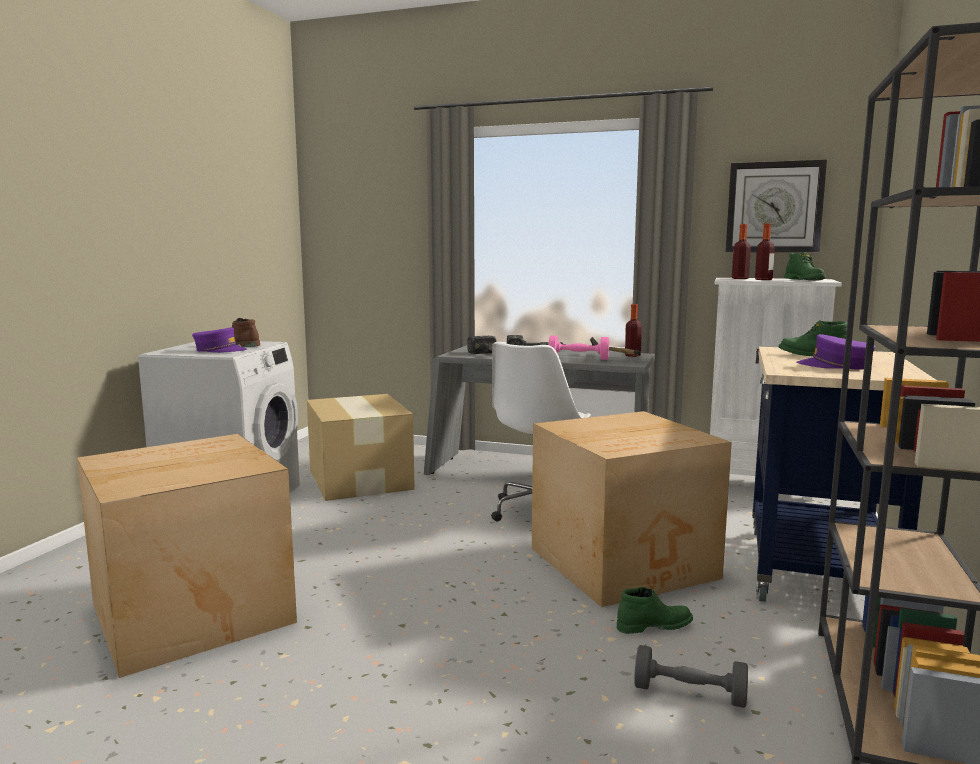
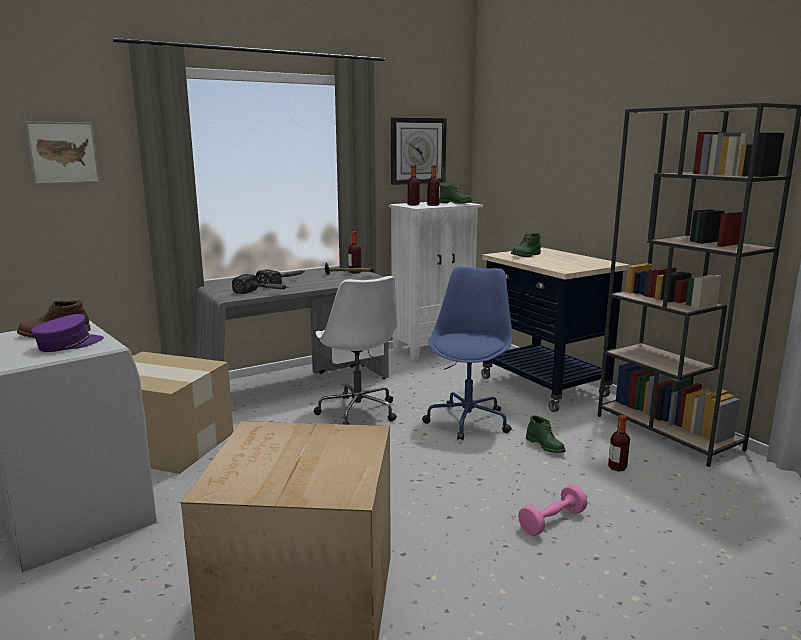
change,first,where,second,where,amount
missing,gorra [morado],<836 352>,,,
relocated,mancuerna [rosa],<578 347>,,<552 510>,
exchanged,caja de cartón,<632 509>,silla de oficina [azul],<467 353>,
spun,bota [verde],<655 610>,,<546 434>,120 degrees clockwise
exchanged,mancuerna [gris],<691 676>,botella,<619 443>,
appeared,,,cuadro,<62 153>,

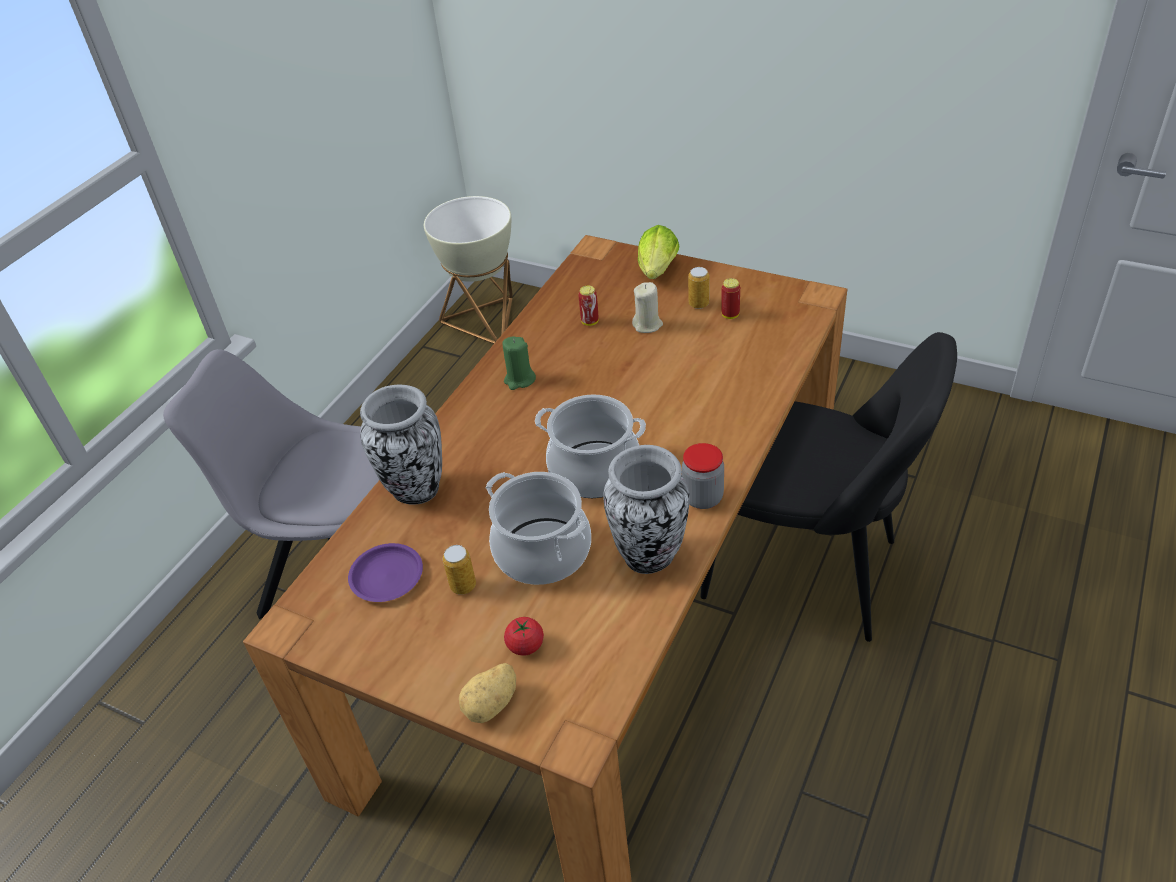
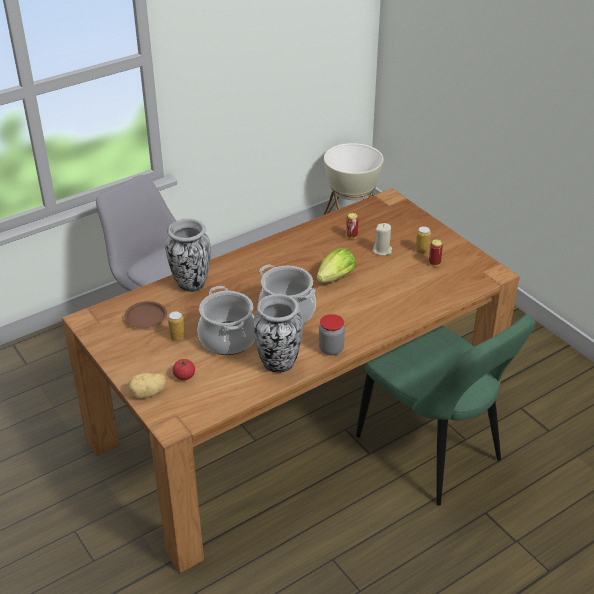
change,first,where,second,where,amount
relocated,lechuga,<658 252>,,<336 265>,
colour,silla [negro],<828 487>,silla [verde],<445 410>,
missing,vela [verde],<519 363>,,,
colour,plato [morado],<385 572>,plato [marrón],<145 314>,

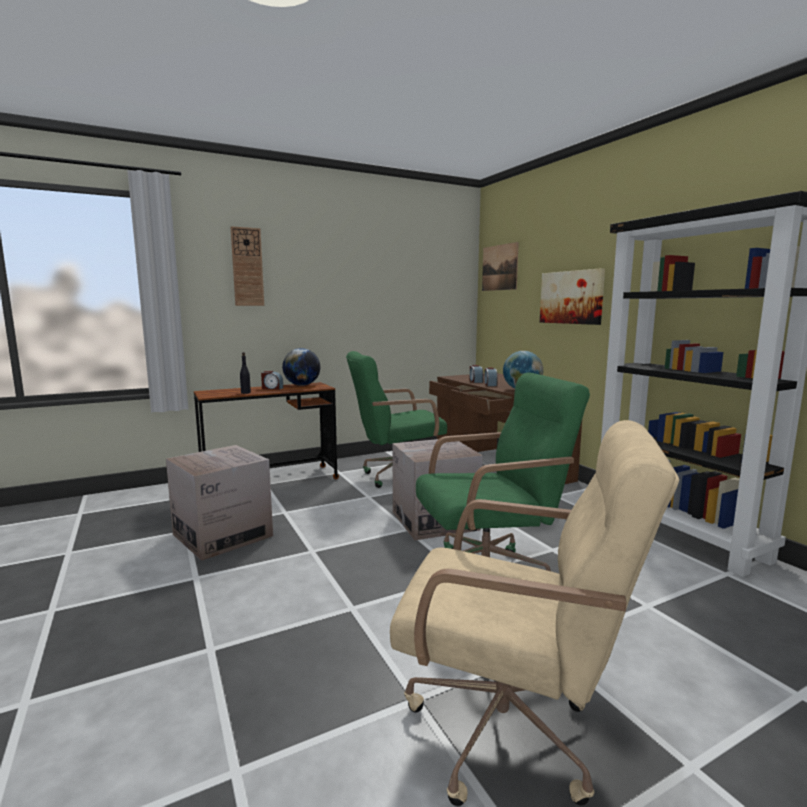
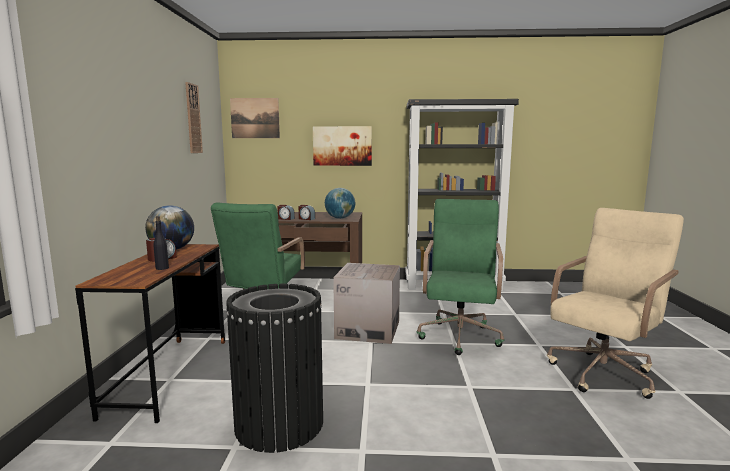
change,first,where,second,where,amount
relocated,reloj de pared,<247 266>,,<194 117>,
exchanged,caja de cartón,<219 503>,papelera [negro],<274 368>,

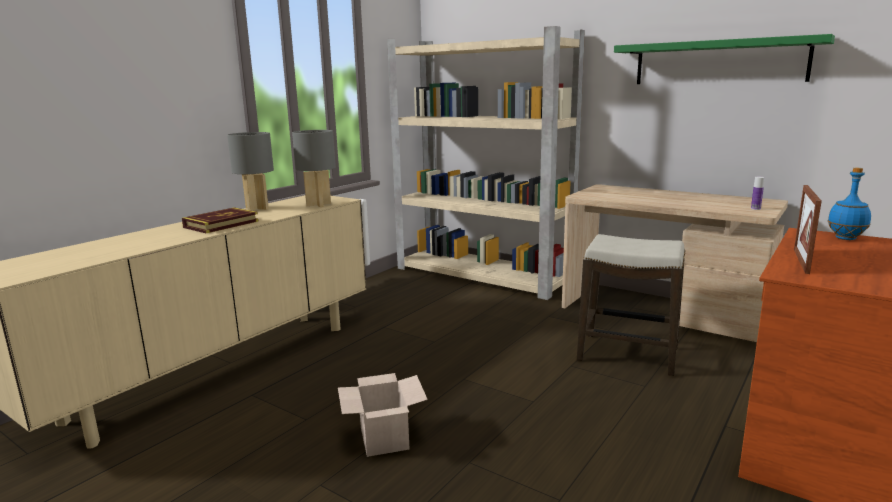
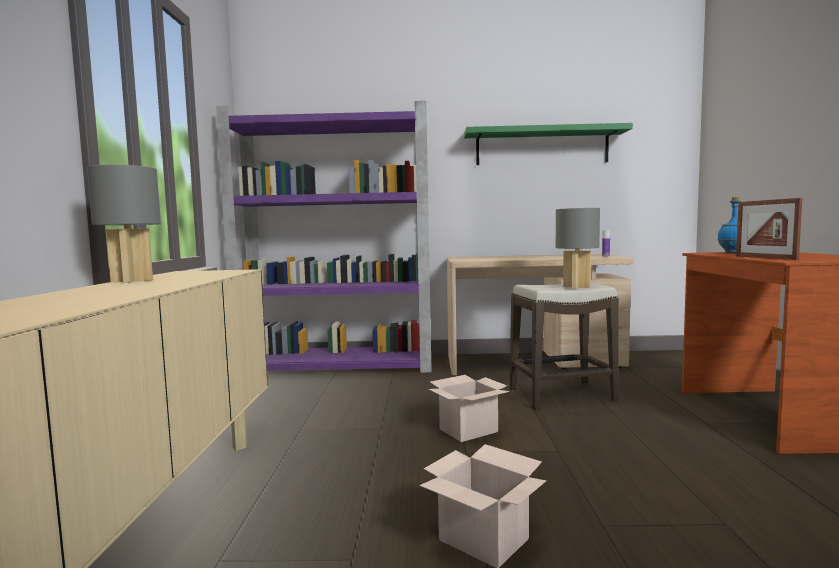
change,first,where,second,where,amount
colour,estantería [beis],<486 163>,estantería [morado],<324 237>,
relocated,lámpara de mesa [gris],<314 168>,,<578 248>,
missing,libro,<220 220>,,,
appeared,,,caja de cartón,<469 408>,

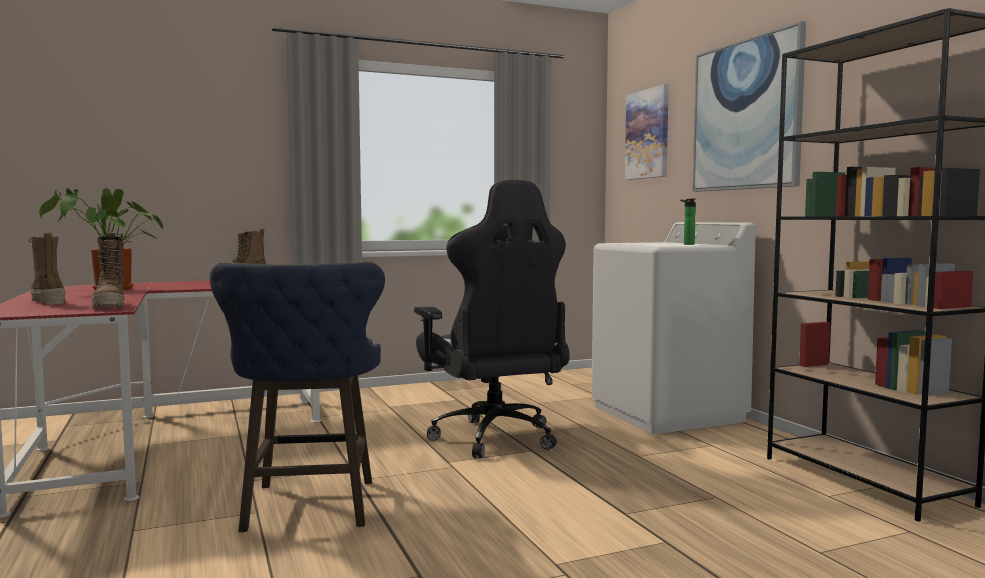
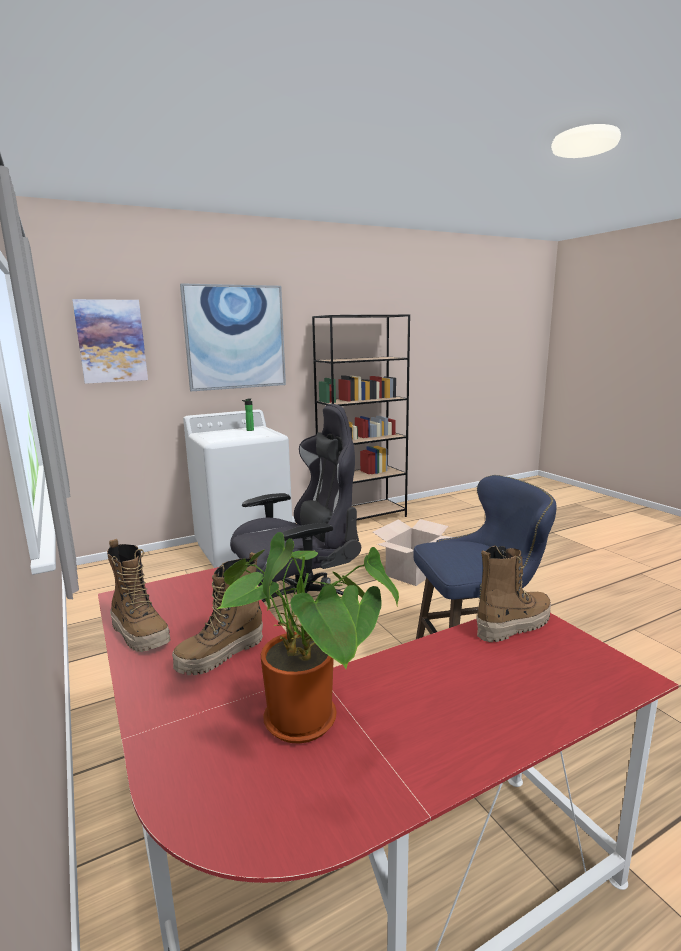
change,first,where,second,where,amount
relocated,bota,<47 269>,,<217 613>,
appeared,,,caja de cartón,<413 552>,

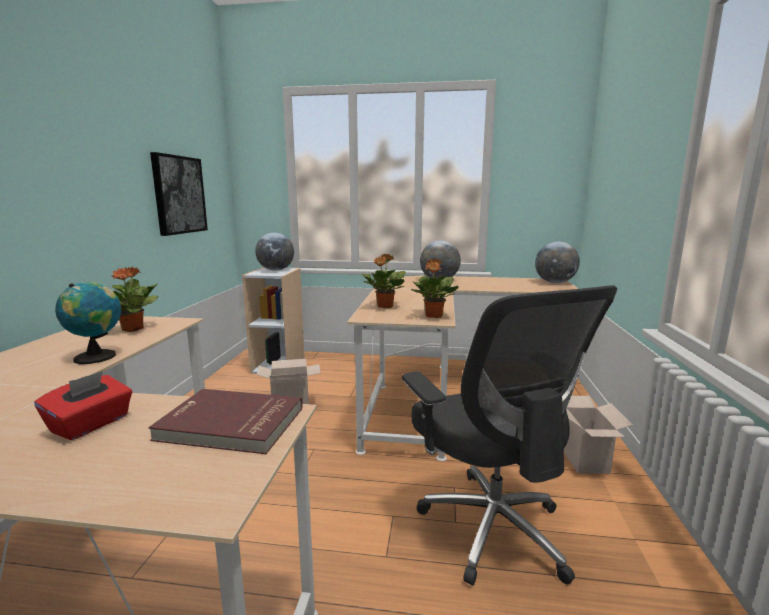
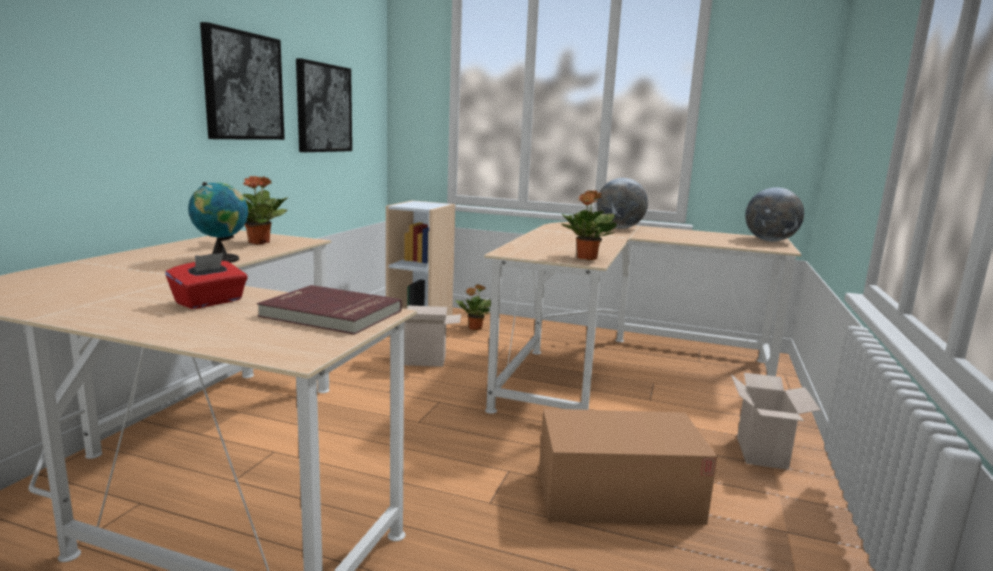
change,first,where,second,where,amount
missing,globo terráqueo,<274 252>,,,
relocated,planta en maceta,<384 280>,,<473 307>,
exchanged,silla de oficina,<509 435>,caja de cartón,<628 467>,
appeared,,,cuadro,<242 81>,

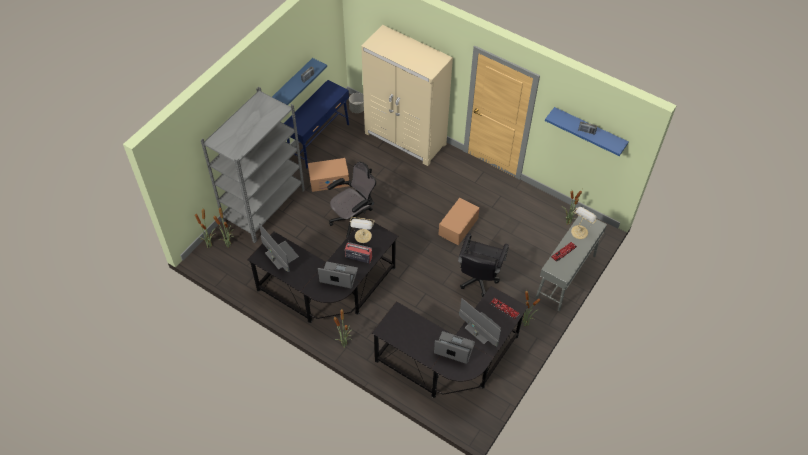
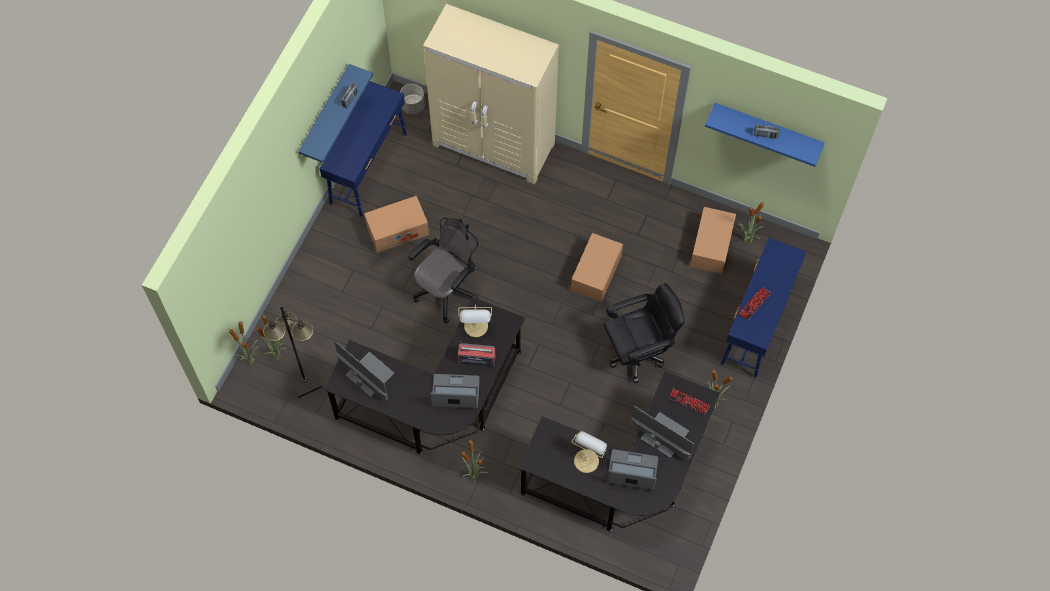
change,first,where,second,where,amount
missing,estantería [gris],<253 165>,,,
relocated,lámpara de mesa,<584 223>,,<589 452>,
colour,mesa consola [gris],<571 263>,mesa consola [azul],<763 308>,
spun,silla de oficina [negro],<483 265>,,<644 333>,120 degrees counterclockwise
appeared,,,caja de cartón,<713 240>,
appeared,,,lámpara de pie [negro],<293 351>,

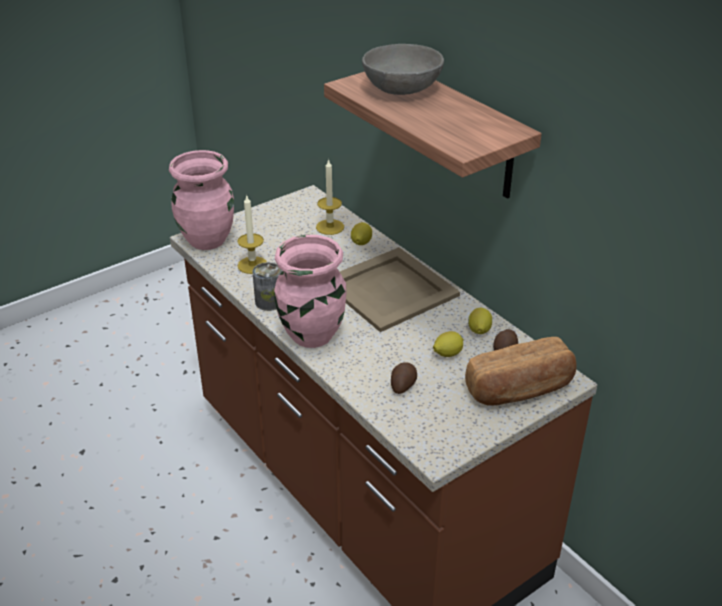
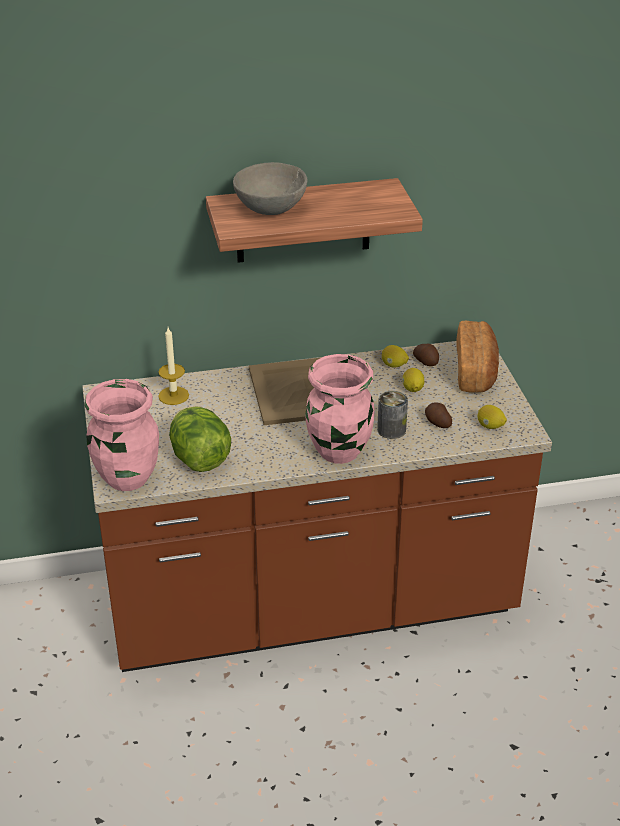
change,first,where,second,where,amount
exchanged,vela,<252 234>,lechuga,<200 439>,
relocated,limón,<361 233>,,<492 417>,
relocated,lata,<267 286>,,<392 415>,

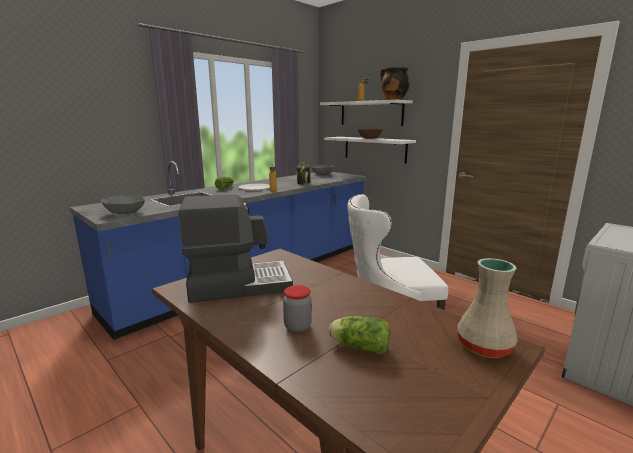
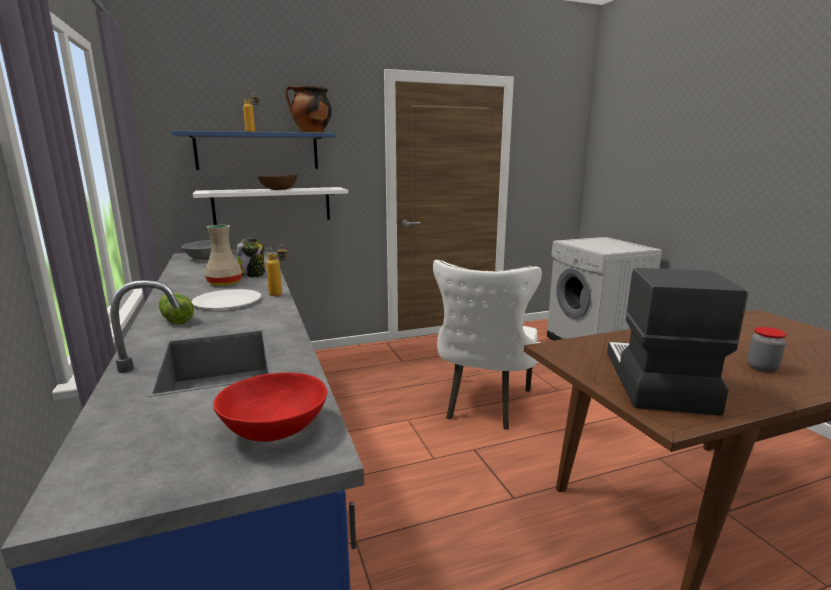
change,first,where,second,where,amount
colour,estante [blanco],<366 113>,estante [azul],<254 150>,
colour,cuenco [gris],<123 205>,cuenco [rojo],<270 407>,
relocated,florero [beis],<487 308>,,<224 255>,
missing,lechuga,<359 335>,,,

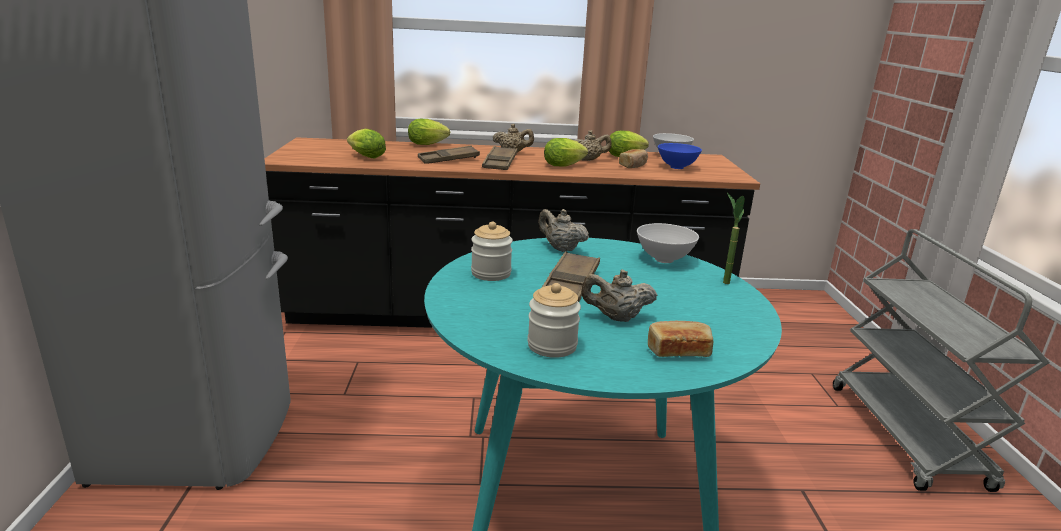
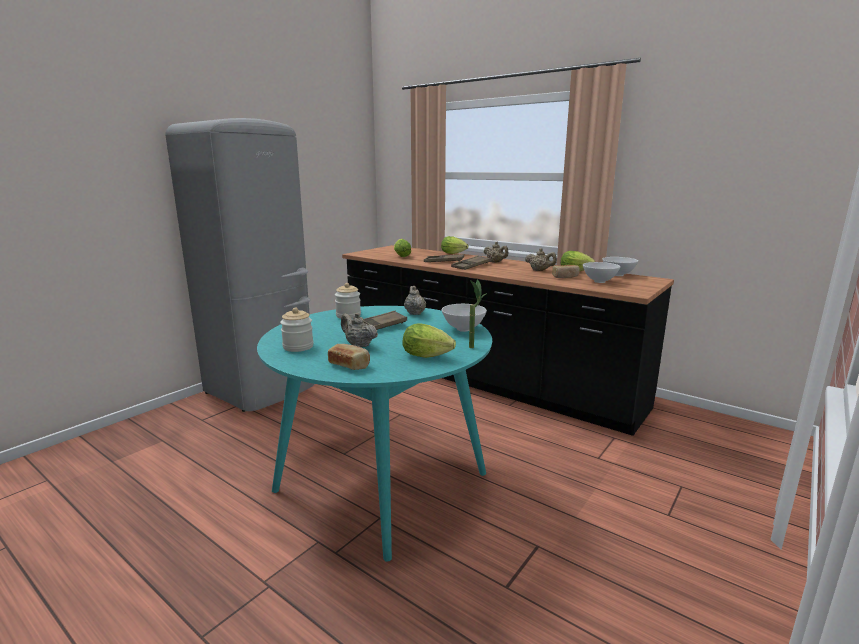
change,first,where,second,where,amount
relocated,lechuga,<566 152>,,<429 340>,
colour,cuenco [azul],<680 156>,cuenco [blanco],<601 272>,
missing,carrito [gris],<941 360>,,,

